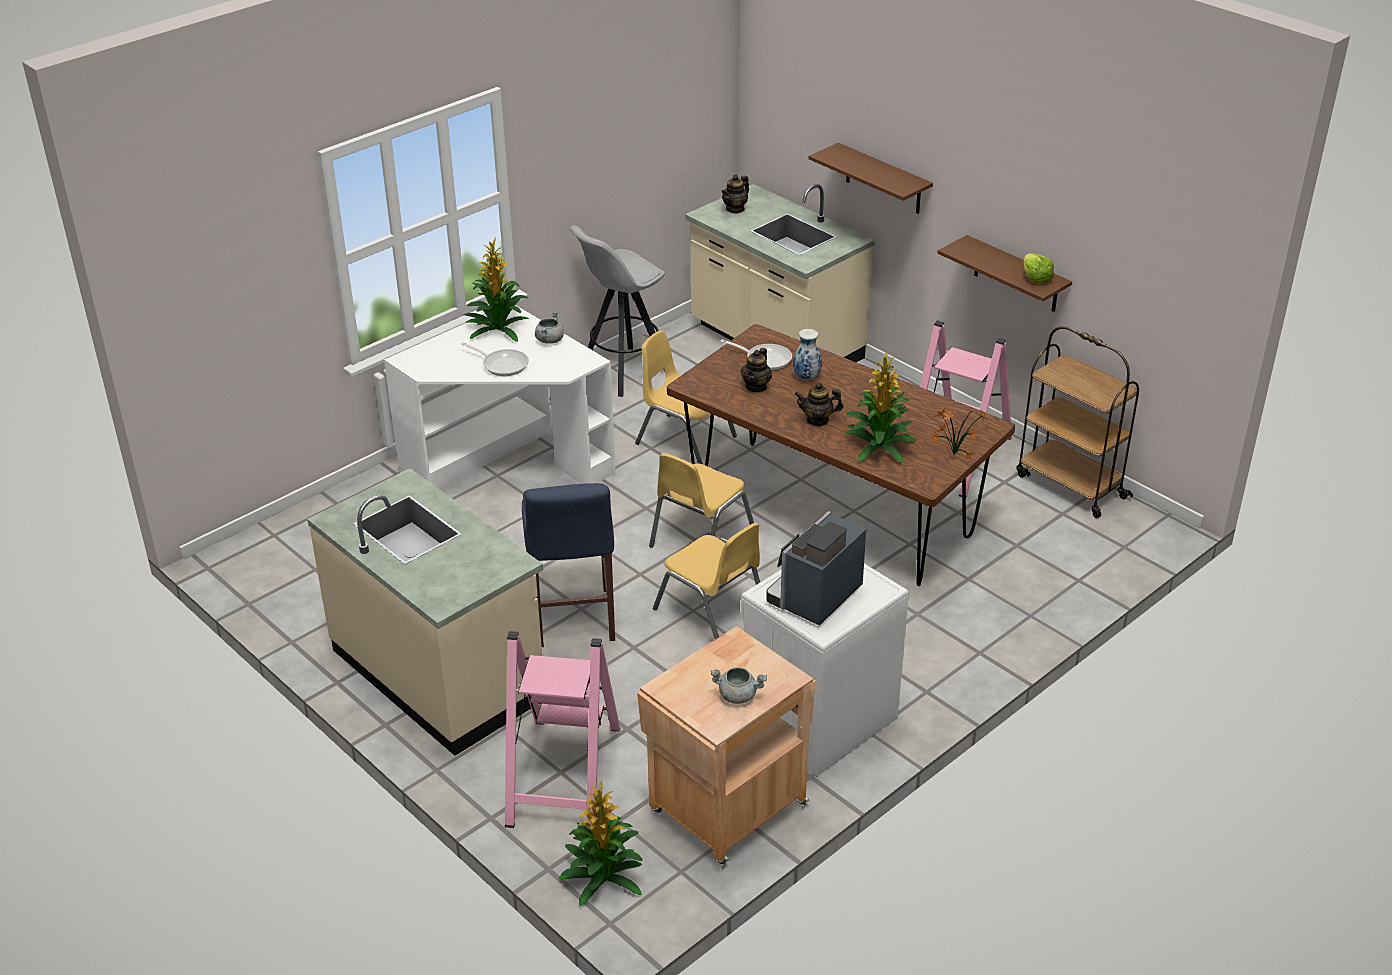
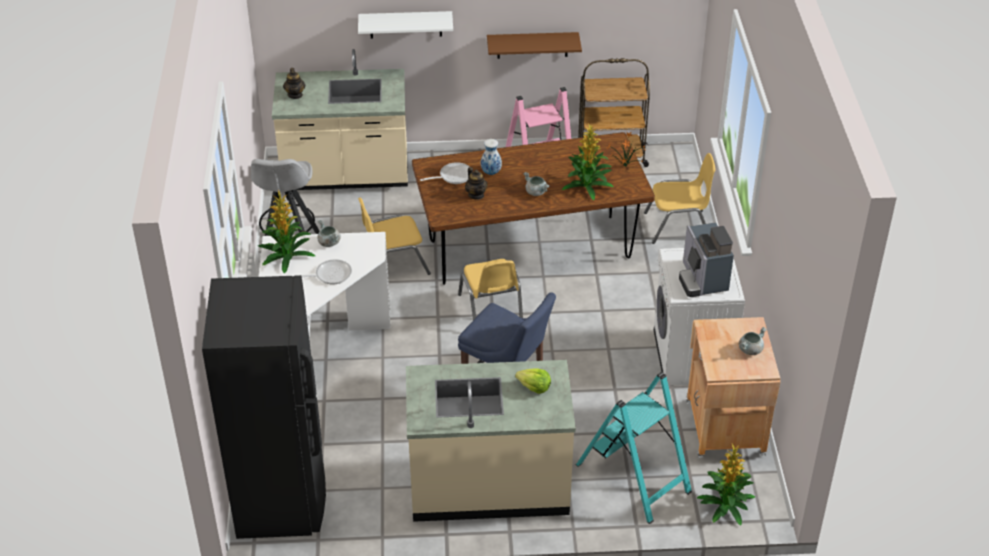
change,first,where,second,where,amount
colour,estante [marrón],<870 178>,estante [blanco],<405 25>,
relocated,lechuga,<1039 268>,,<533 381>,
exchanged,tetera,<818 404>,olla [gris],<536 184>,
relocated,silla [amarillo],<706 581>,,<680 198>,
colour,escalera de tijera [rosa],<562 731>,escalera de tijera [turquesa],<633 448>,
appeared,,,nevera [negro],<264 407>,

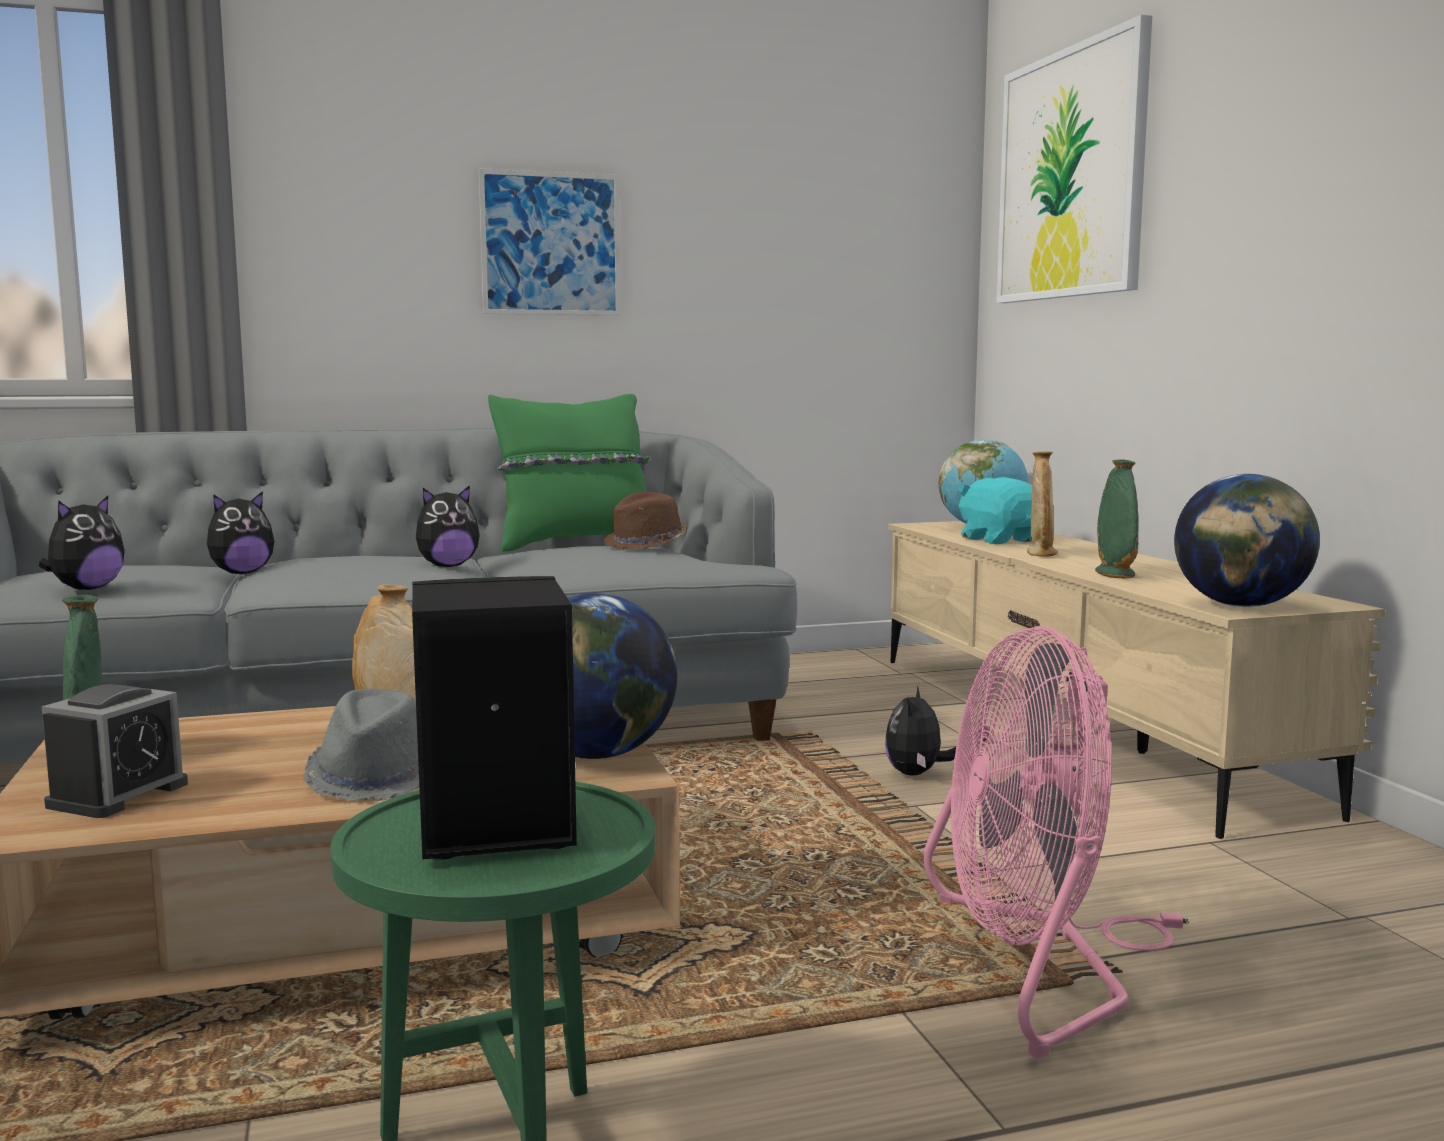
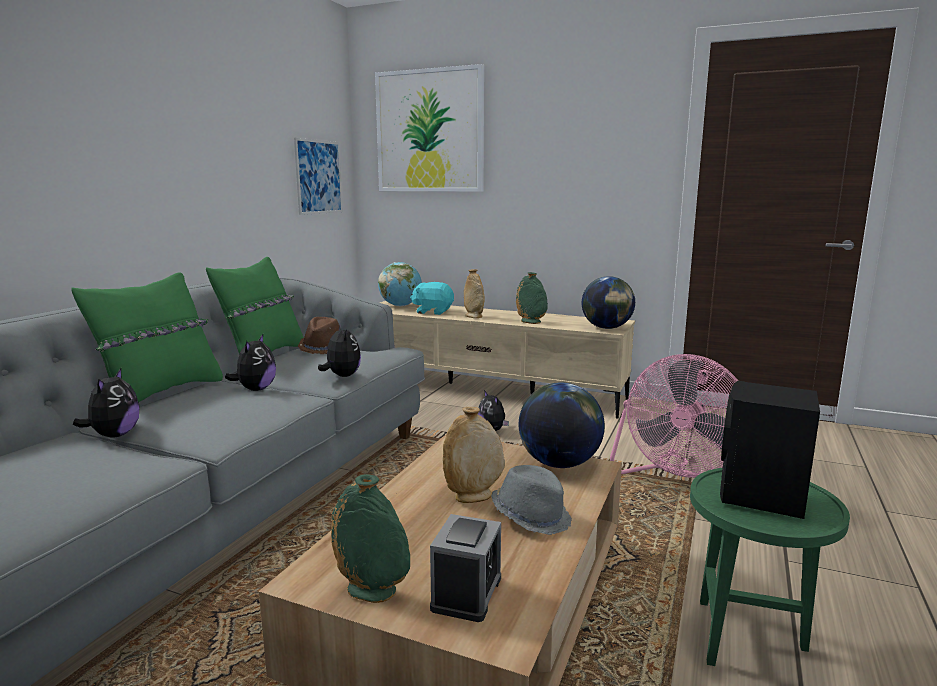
change,first,where,second,where,amount
relocated,cuadro,<550 242>,,<318 176>,
relocated,peluche,<82 543>,,<339 350>,
spun,despertador,<115 751>,,<465 568>,45 degrees clockwise
appeared,,,cojín [verde],<147 337>,

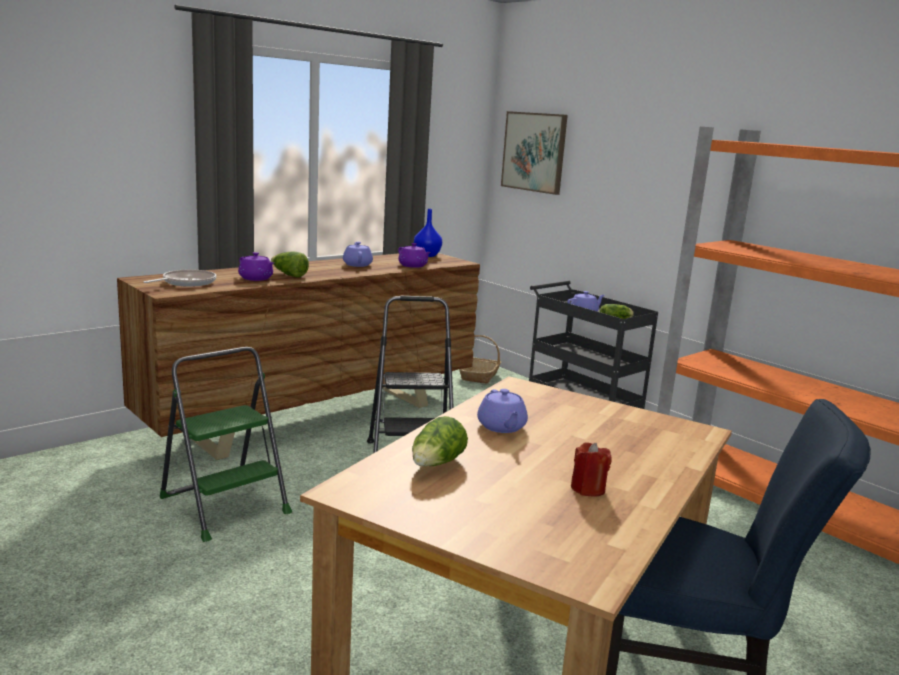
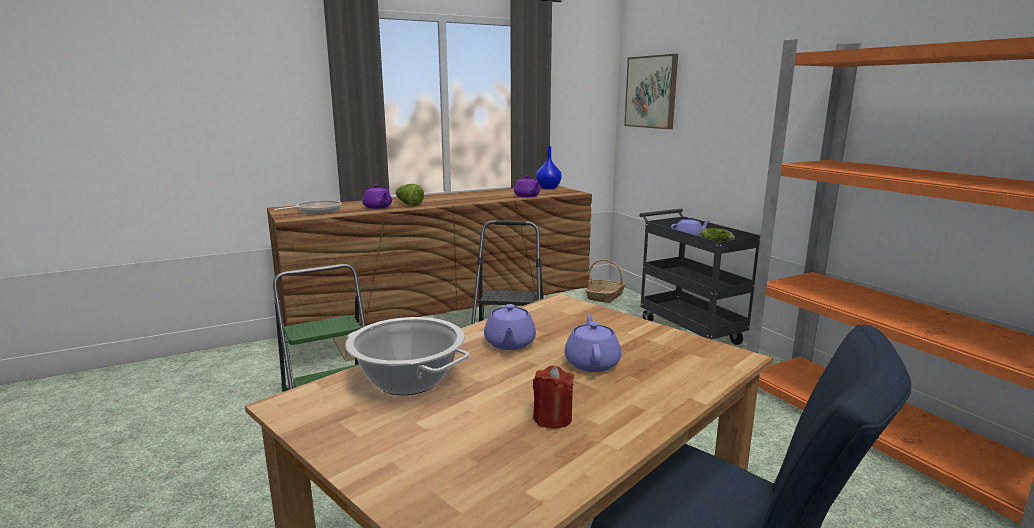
change,first,where,second,where,amount
relocated,tetera [morado],<358 254>,,<593 343>,
exchanged,lechuga,<440 441>,olla,<407 356>,

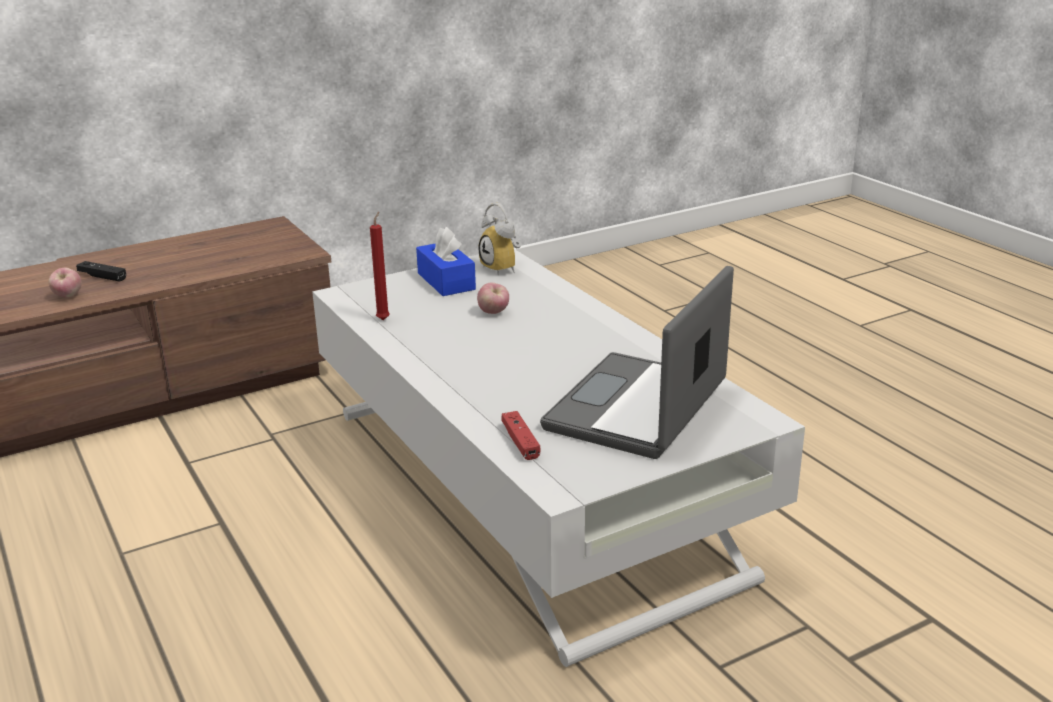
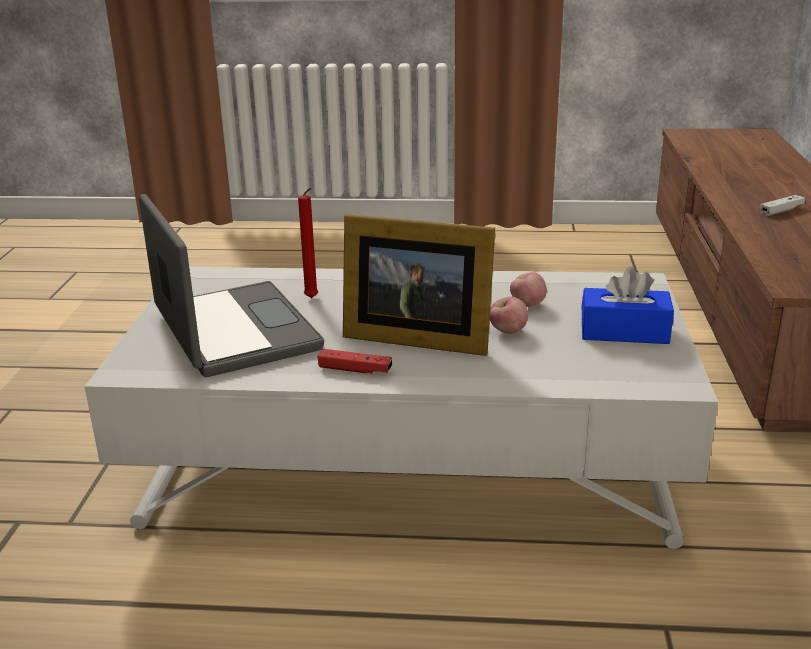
change,first,where,second,where,amount
missing,despertador,<500 239>,,,
relocated,vela [rojo],<380 266>,,<308 243>,
colour,mando de consola [negro],<101 271>,mando de consola [blanco],<782 205>,
relocated,manzana,<65 283>,,<528 289>,
relocated,mando de consola [rojo],<521 435>,,<354 361>,
appeared,,,portarretratos,<419 285>,

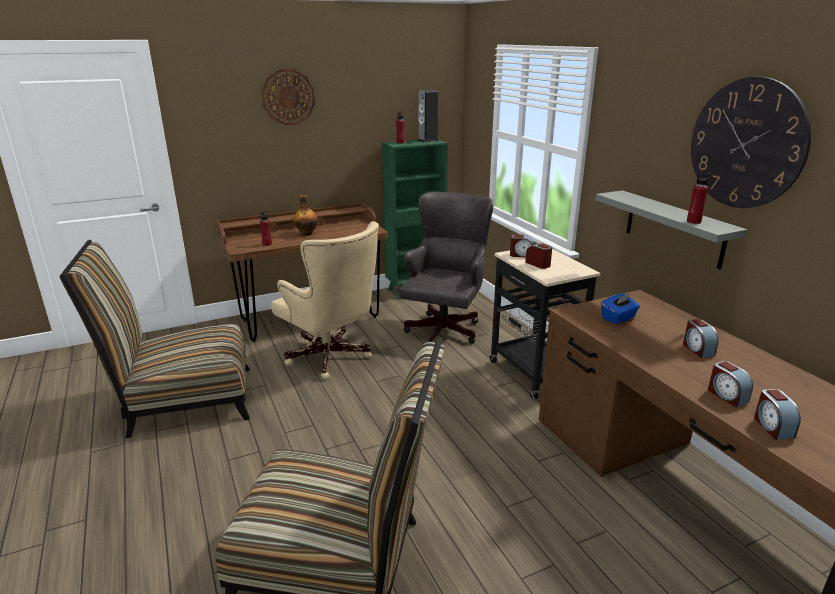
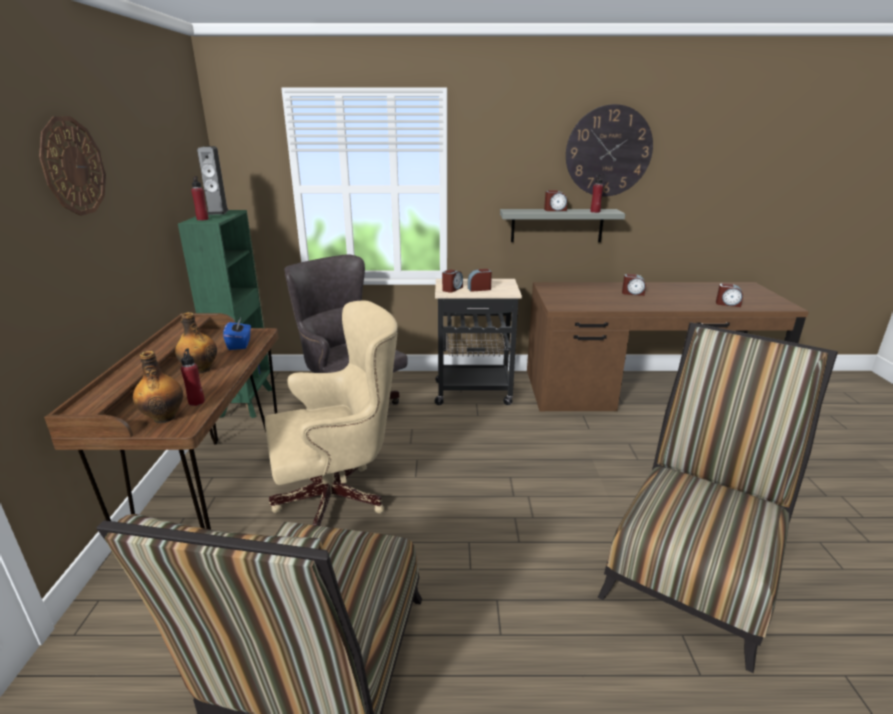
change,first,where,second,where,amount
relocated,caja de pañuelos [azul],<620 308>,,<237 334>,
relocated,despertador,<730 384>,,<556 200>,
appeared,,,botella,<158 387>,

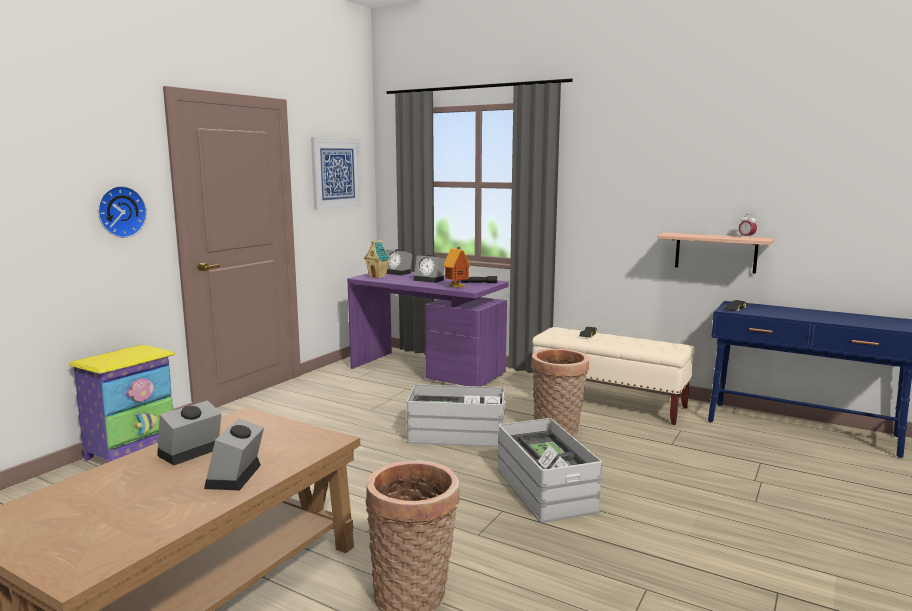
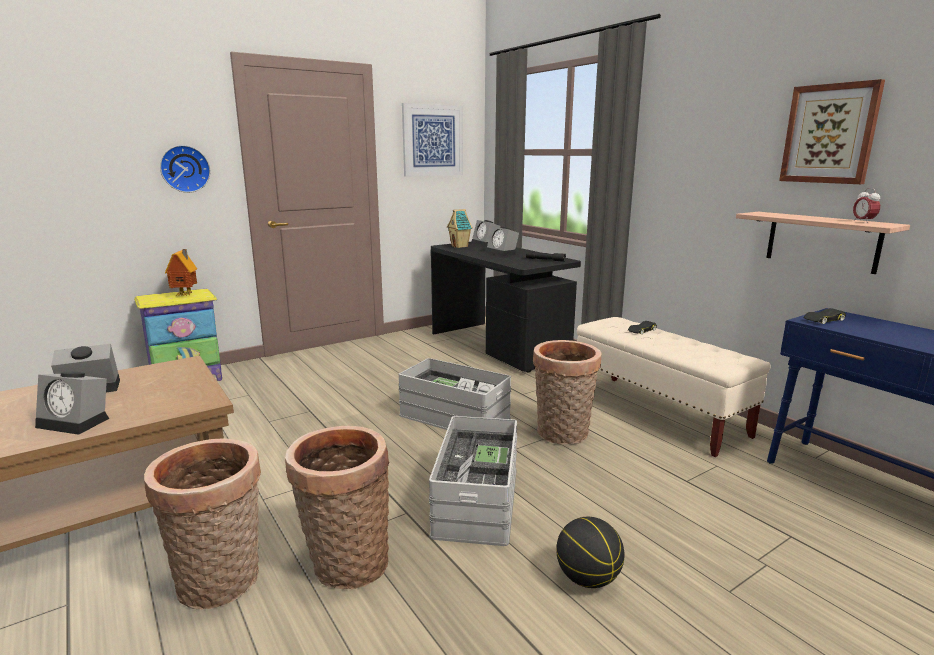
change,first,where,second,where,amount
relocated,casita,<456 267>,,<181 272>,
colour,escritorio [morado],<428 329>,escritorio [negro],<506 307>,
spun,despertador,<234 454>,,<72 403>,105 degrees counterclockwise
appeared,,,cuadro,<832 131>,
appeared,,,cesta,<337 507>,
appeared,,,balón de baloncesto,<590 552>,

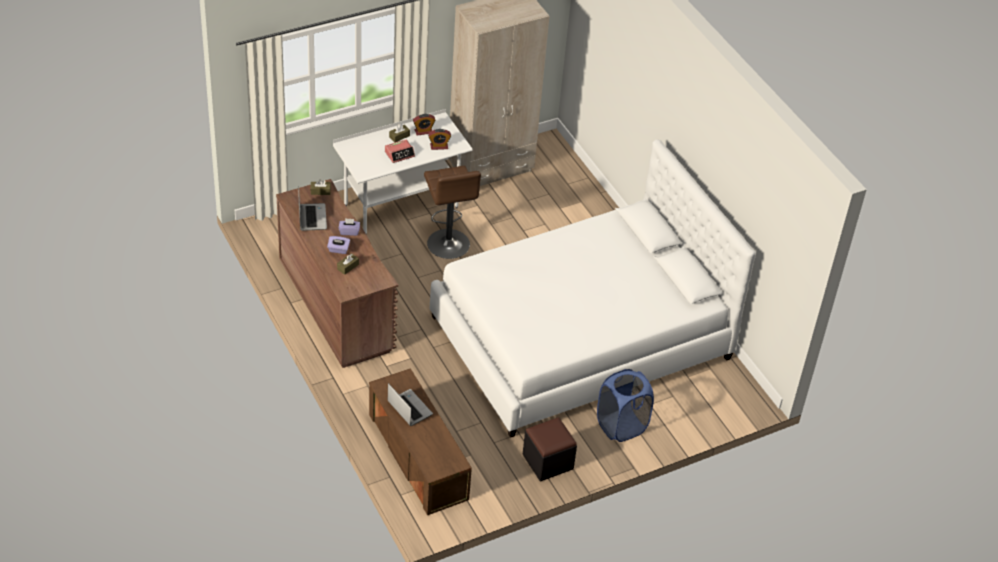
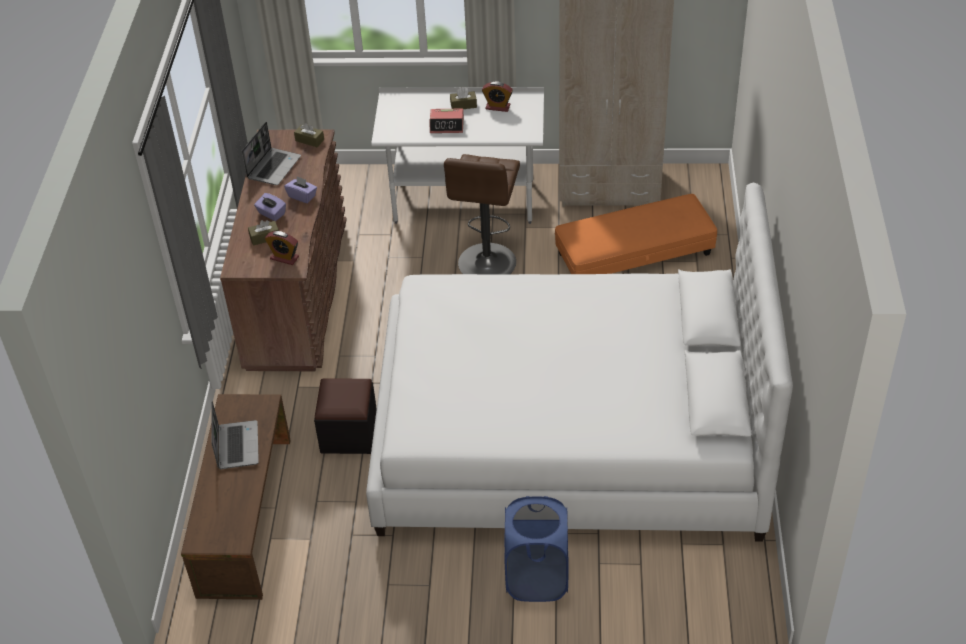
change,first,where,second,where,amount
relocated,despertador,<439 139>,,<282 248>,
relocated,puf [negro],<550 449>,,<345 416>,
appeared,,,puf [naranja],<636 234>,

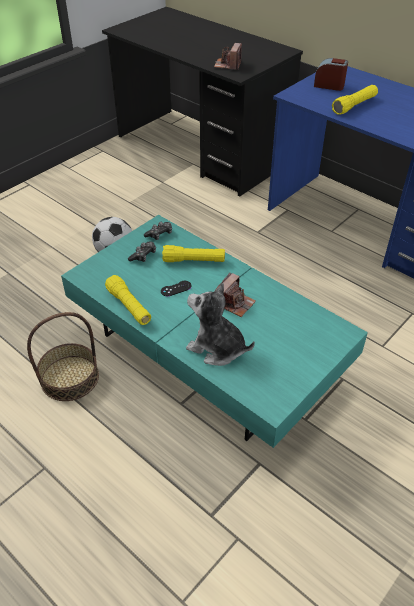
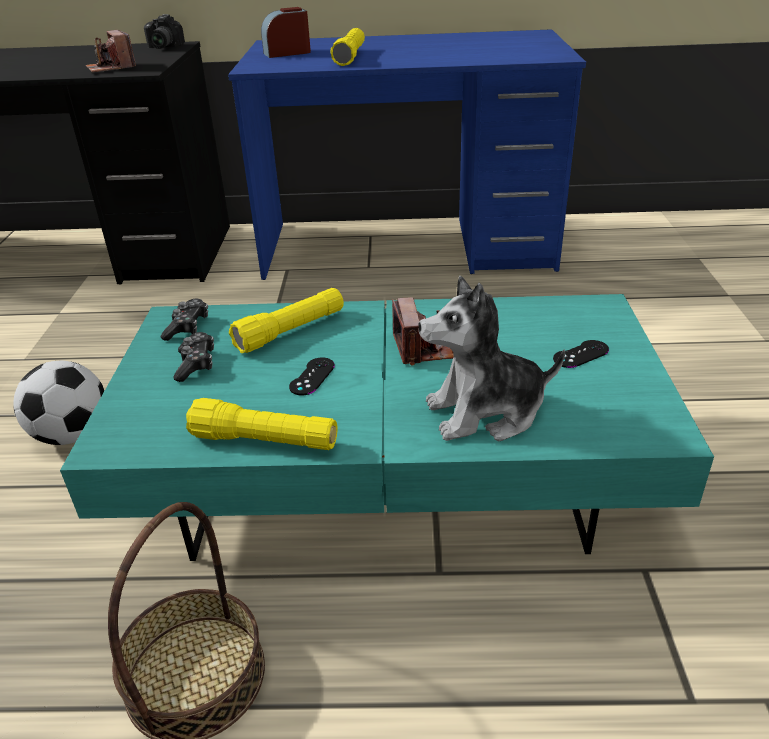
change,first,where,second,where,amount
appeared,,,cámara,<164 31>,
appeared,,,mando de consola [negro],<581 354>,

